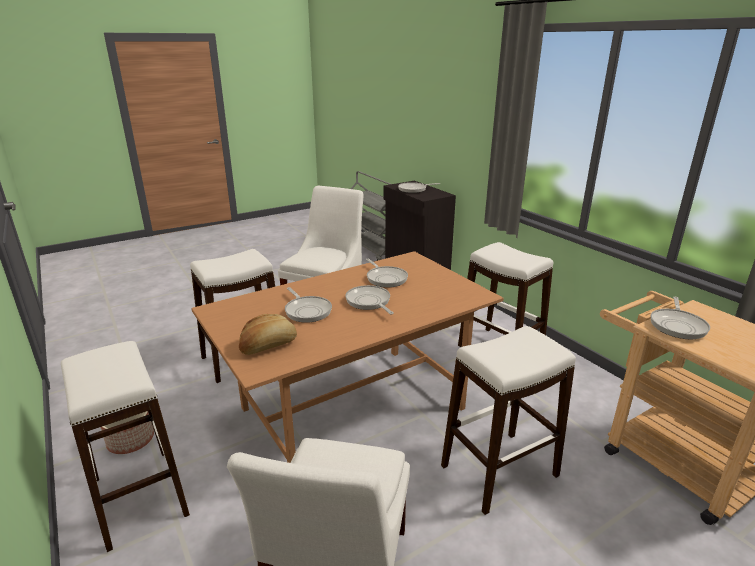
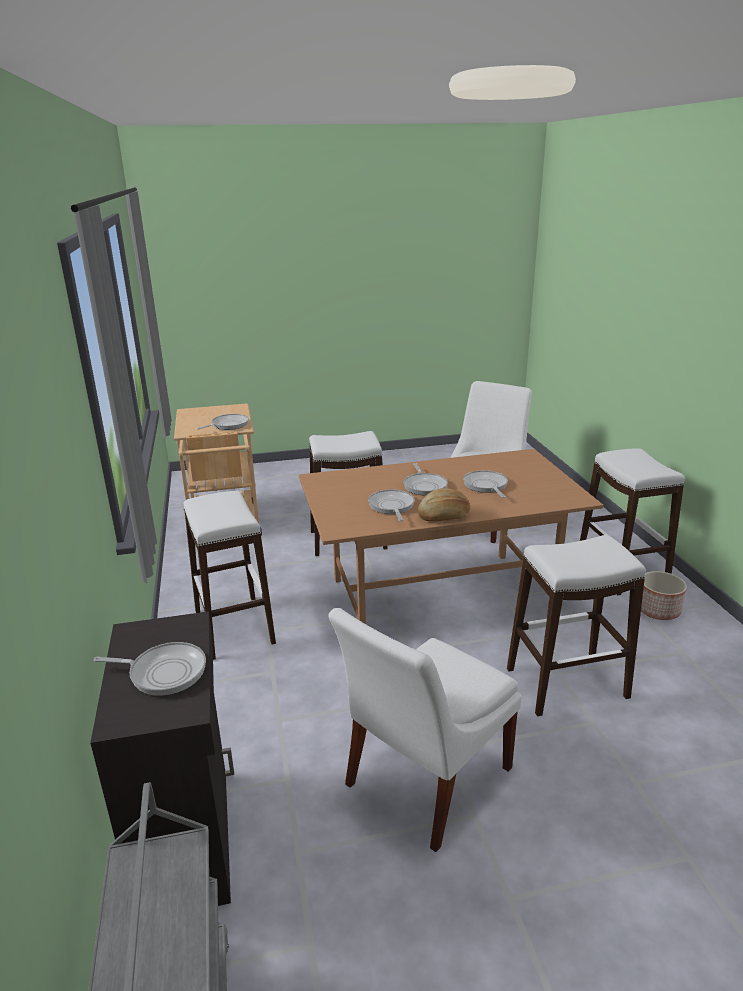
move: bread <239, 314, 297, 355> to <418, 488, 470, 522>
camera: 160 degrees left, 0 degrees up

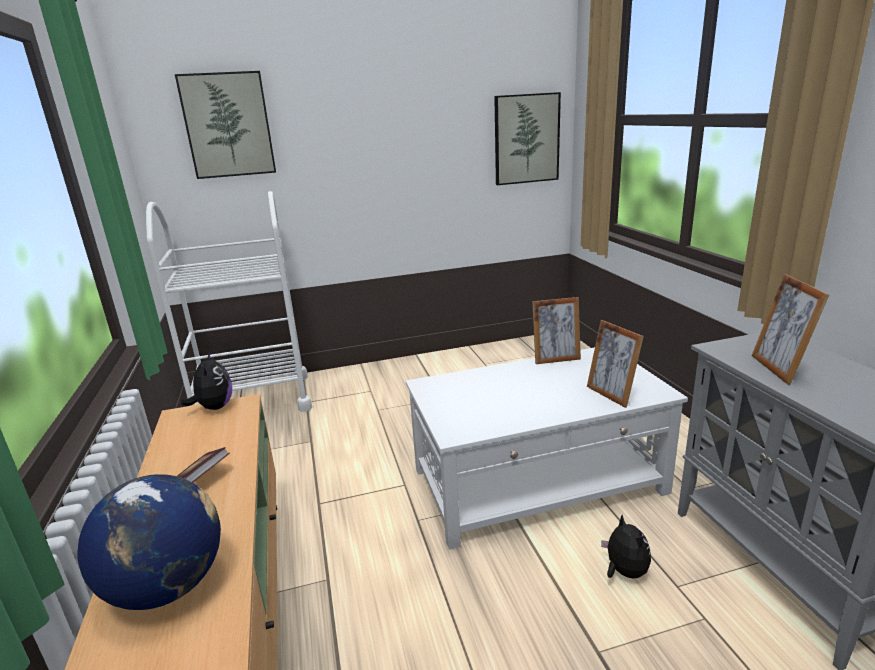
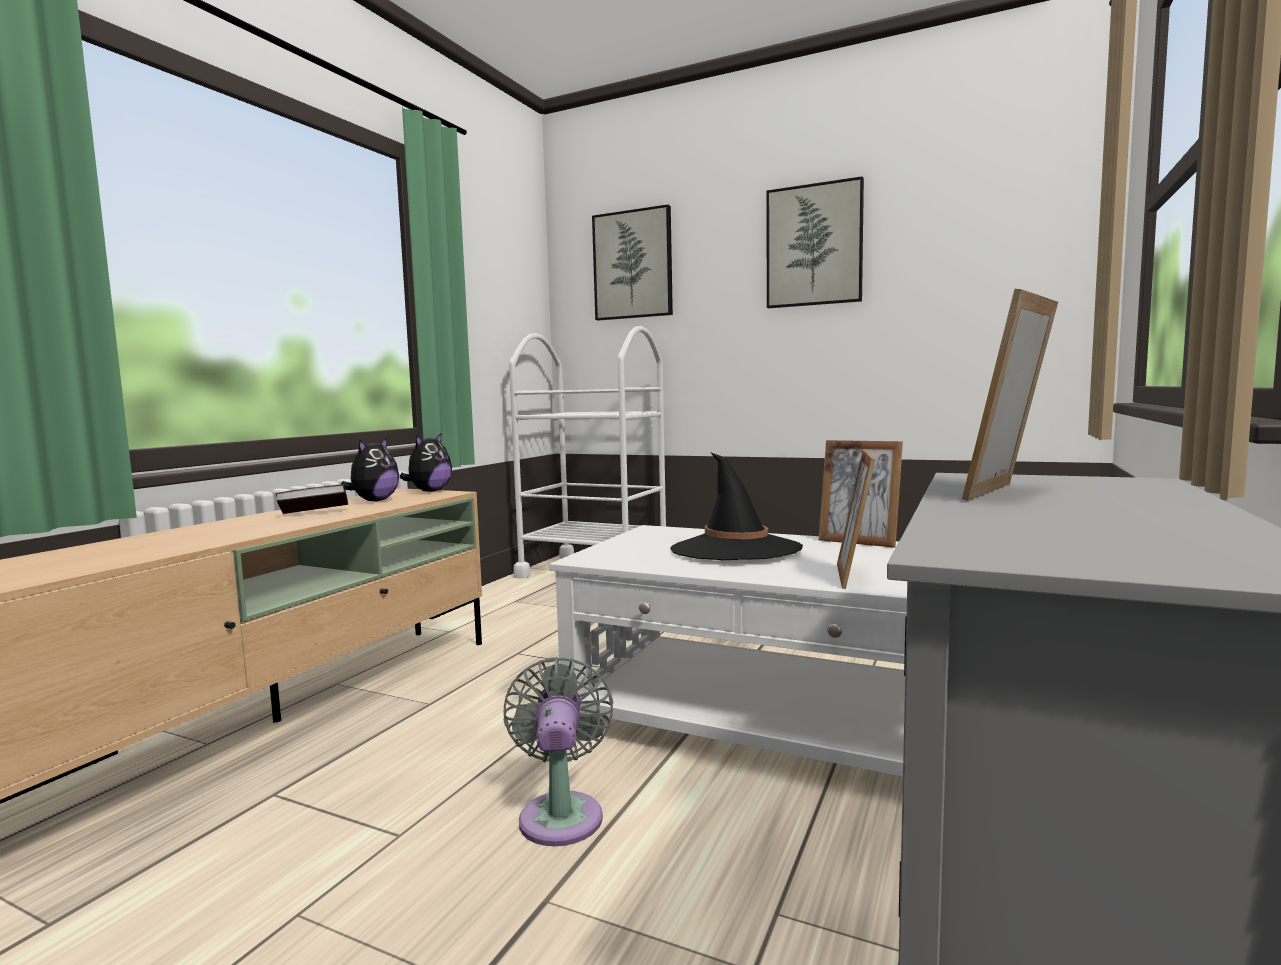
delete: globe <77, 474, 221, 610>
insert: fan (grey) <503, 657, 613, 846>; hat (black) <670, 452, 803, 560>
move: plush toy <601, 515, 651, 579> to <341, 437, 399, 501>; picture <494, 92, 561, 185> to <766, 176, 864, 308>
camera: 40 degrees right, 15 degrees down

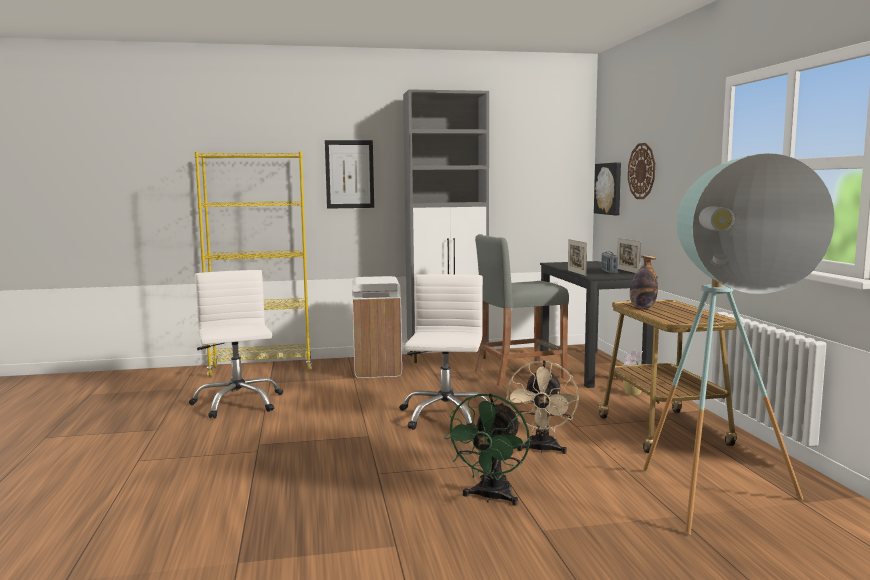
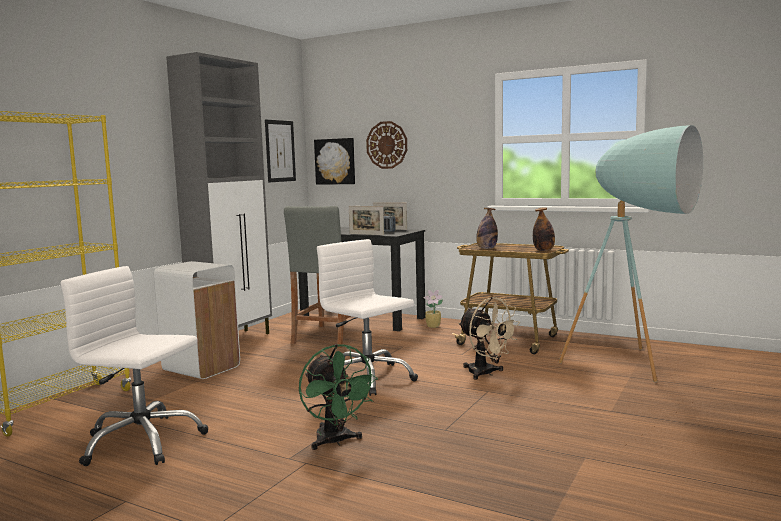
insert: bottle <533, 208, 555, 251>
move: picture <325, 140, 374, 209> to <265, 119, 296, 183>; fan (green) <444, 393, 530, 506> to <299, 344, 378, 450>
camera: 50 degrees left, 0 degrees up

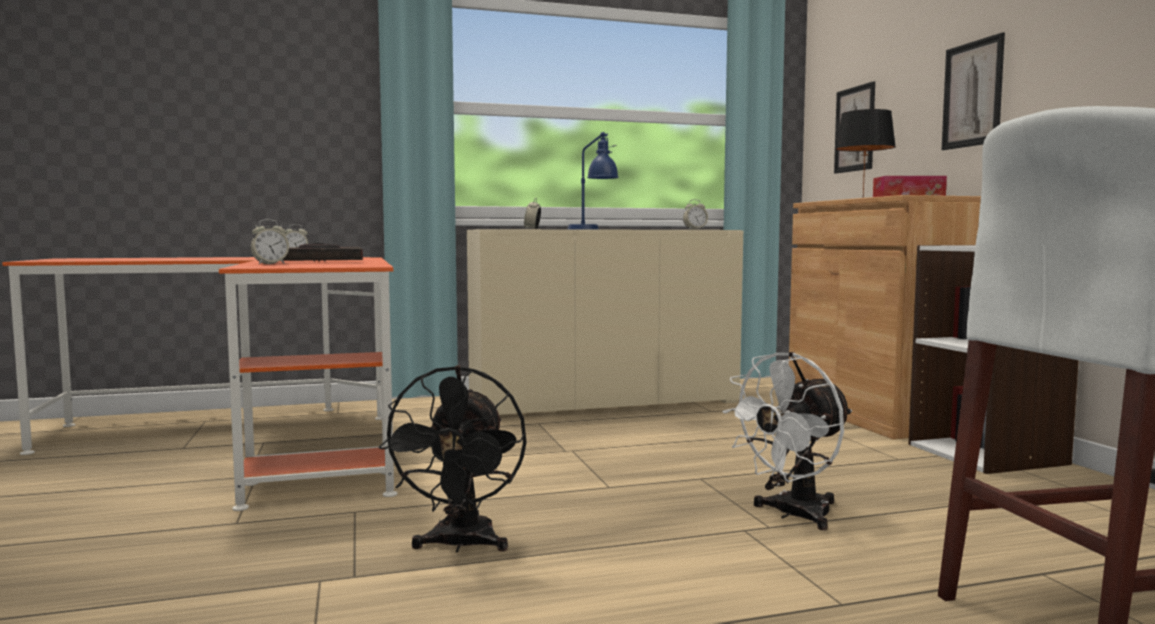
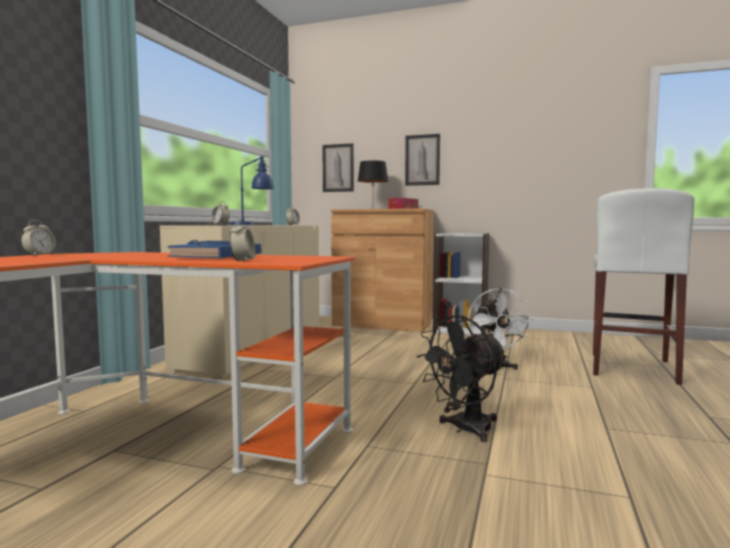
recolor: book (black) <282, 243, 363, 261> to book (blue) <168, 240, 261, 258>
rotate: fan (black) <378, 366, 527, 552> = <416, 315, 507, 442> 105 degrees clockwise
camera: 55 degrees left, 0 degrees up

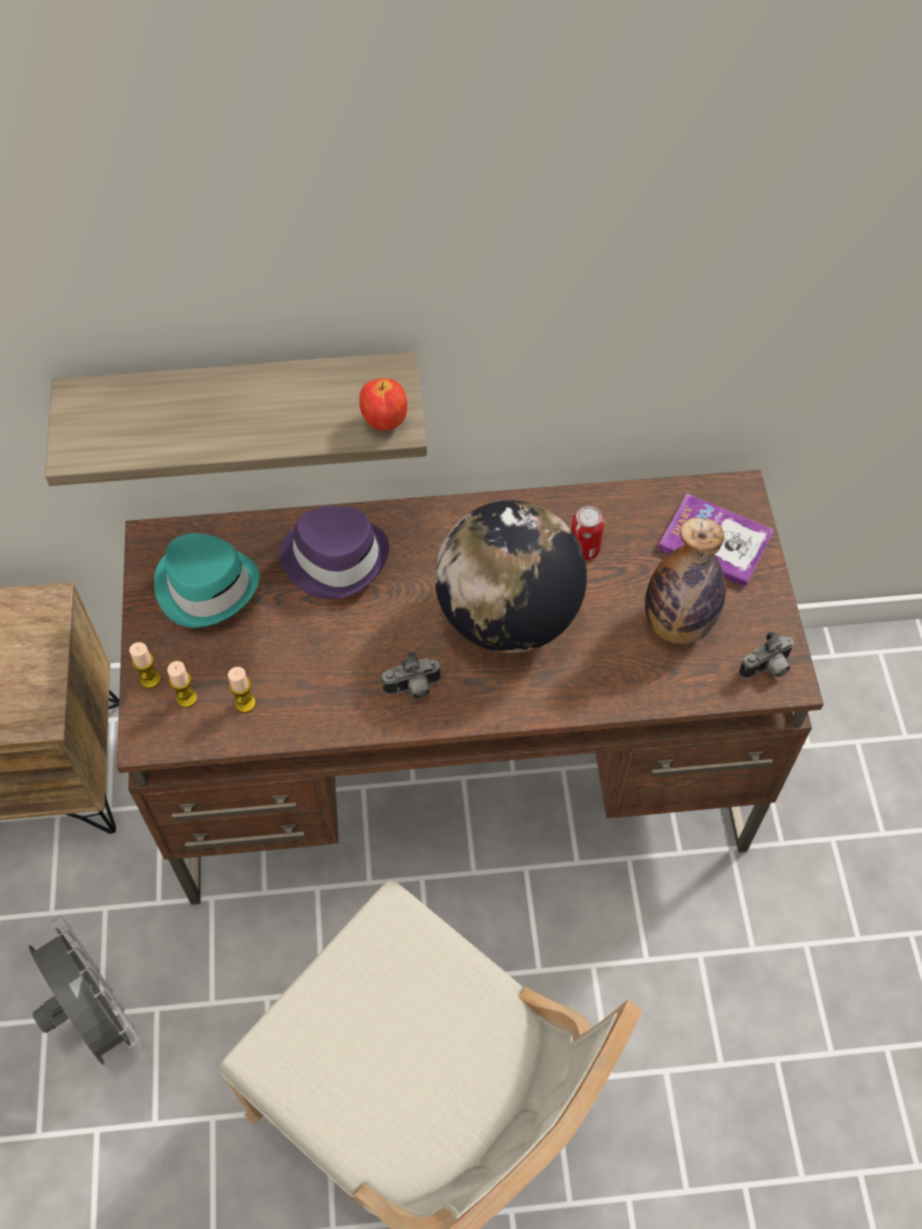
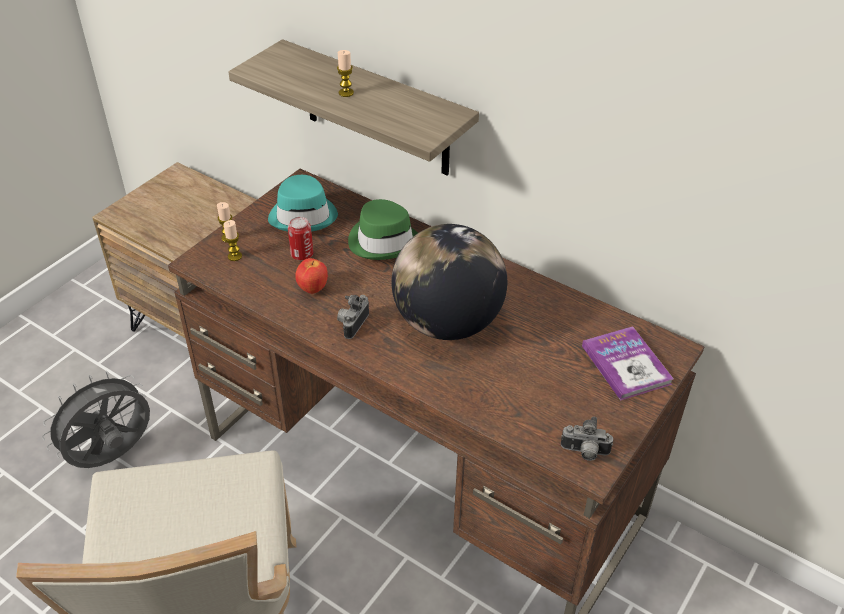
delete: bottle <645, 517, 726, 644>
move: can <571, 506, 604, 560> to <288, 217, 313, 260>; apple <359, 378, 407, 430> to <296, 258, 328, 294>; candle <228, 667, 256, 713> to <337, 50, 354, 97>
recolor: hat (purple) <280, 506, 389, 599> to hat (green) <348, 199, 418, 260>
rotate: fan (grey) <29, 916, 143, 1064> = <42, 371, 150, 468> 135 degrees counterclockwise; photo camera <382, 650, 441, 699> = <337, 295, 369, 339> 90 degrees clockwise
camera: 40 degrees right, 15 degrees down

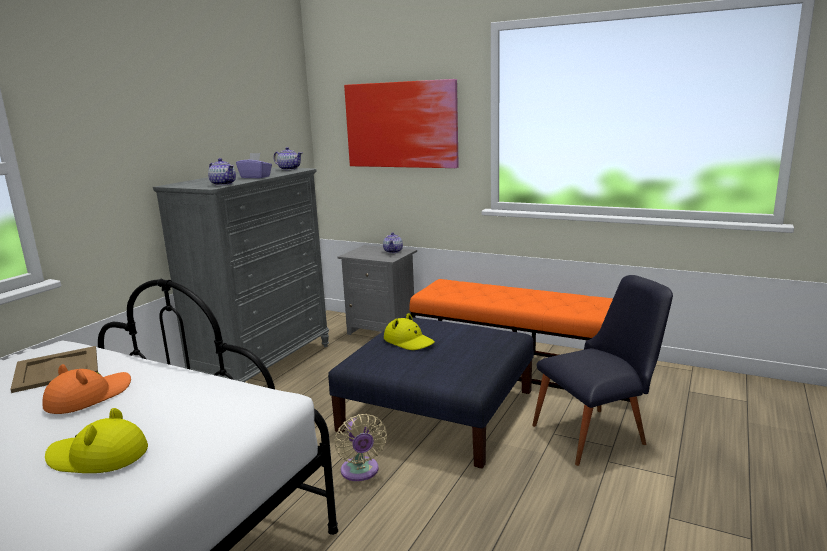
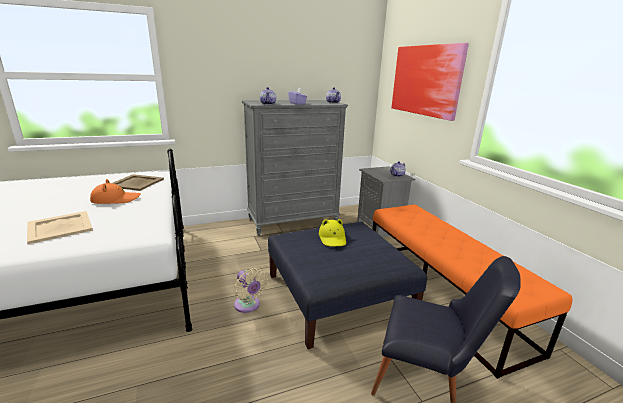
replace: hat (yellow) <45, 408, 148, 473> to tray (beige) <27, 211, 93, 244>
rotate: fan (beige) <334, 414, 387, 481> = <234, 268, 268, 313> 60 degrees counterclockwise
camera: 40 degrees right, 5 degrees up

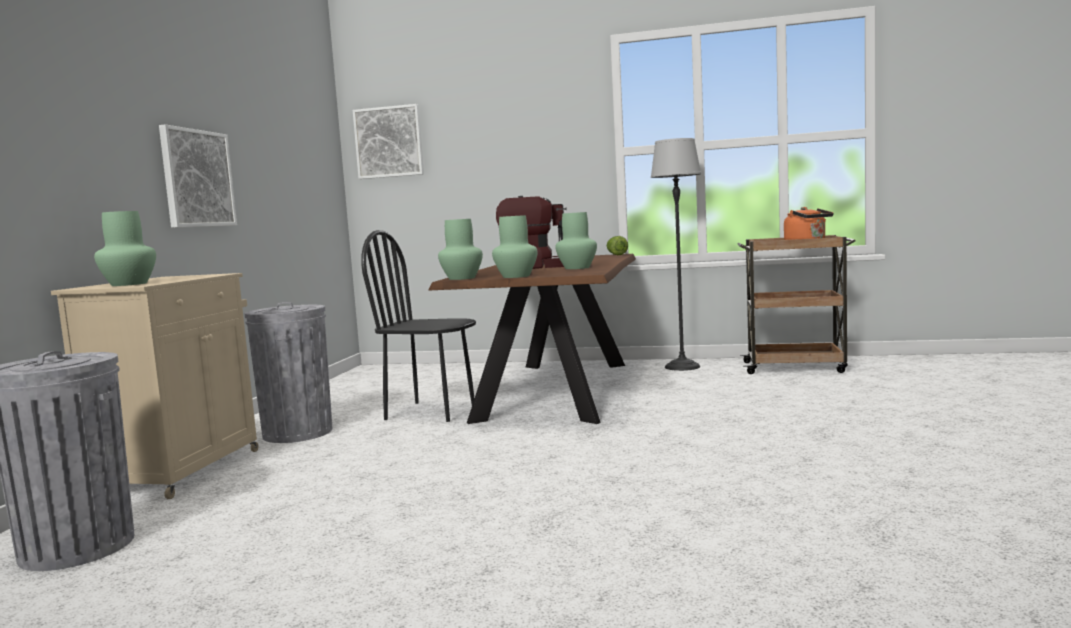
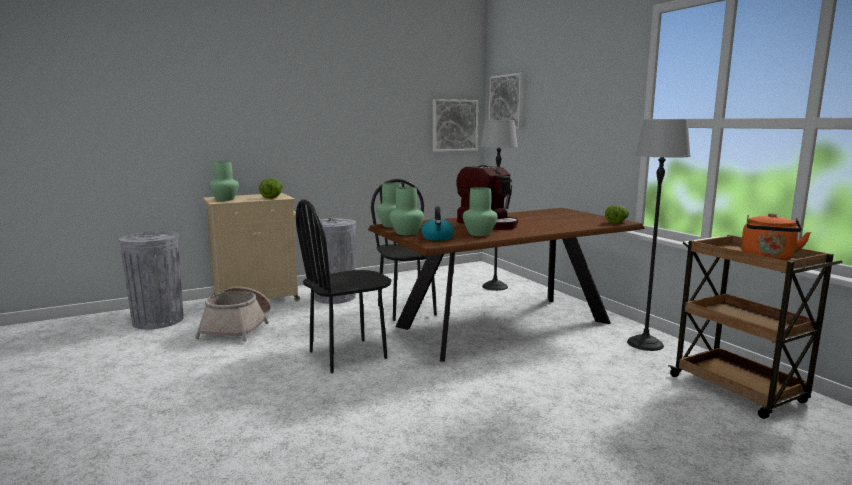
insert: basket <195, 287, 271, 342>; lettuce <259, 178, 283, 199>; chair (black) <296, 199, 391, 373>; kettle <421, 207, 454, 241>; floor lamp <480, 120, 518, 291>
move: picture <159, 124, 237, 228> to <433, 99, 478, 152>
camera: 50 degrees right, 5 degrees up

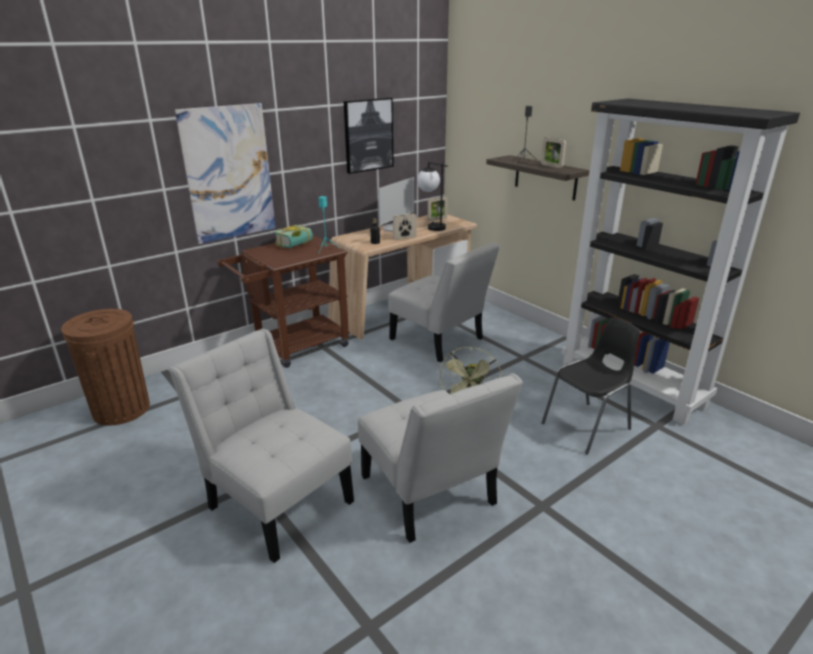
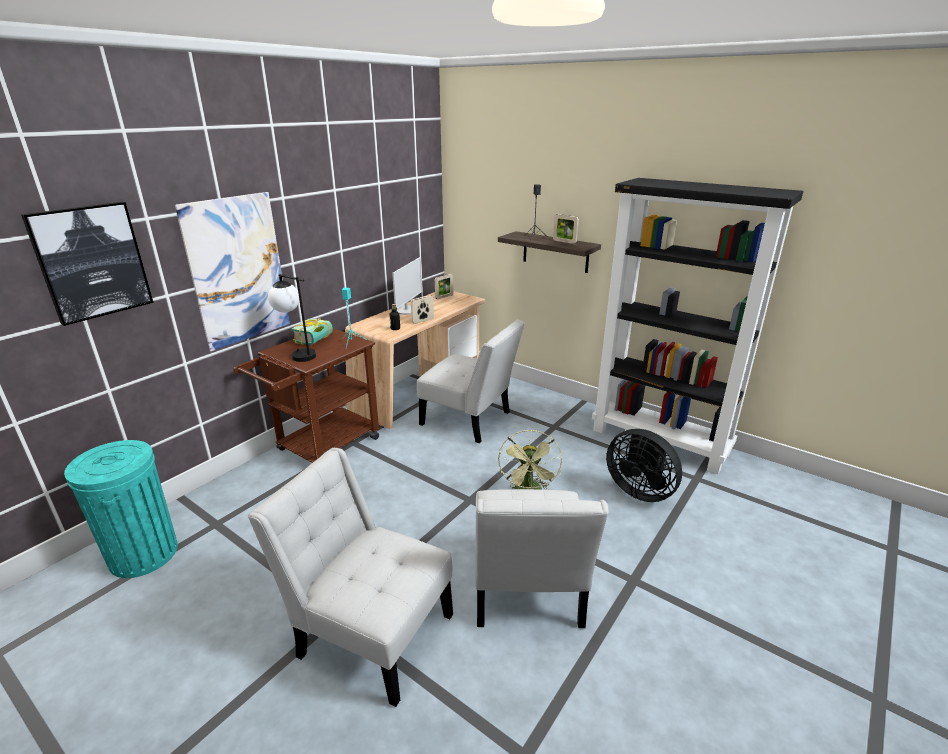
move: picture <344, 98, 394, 174> to <21, 202, 153, 326>; table lamp <417, 161, 448, 231> to <268, 274, 316, 362>
replace: chair (black) <542, 317, 640, 455> to fan (black) <606, 429, 682, 502>
recolor: trash can (brown) <61, 309, 150, 425> to trash can (turquoise) <64, 440, 178, 578>
rotate: chair (white) <358, 373, 523, 543> = <475, 489, 609, 628> 45 degrees clockwise
camera: 15 degrees left, 0 degrees up

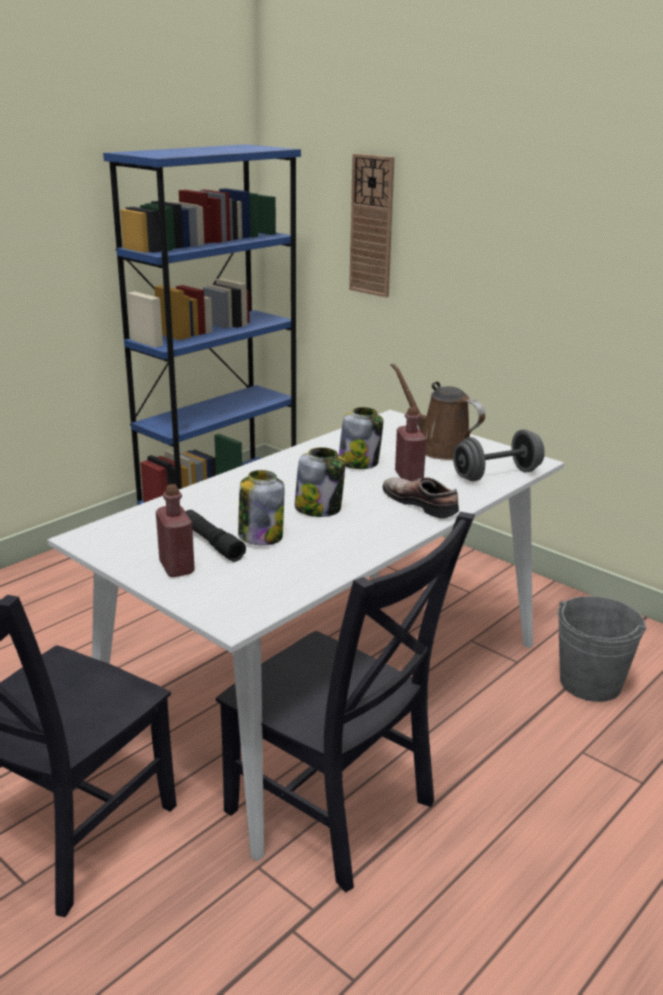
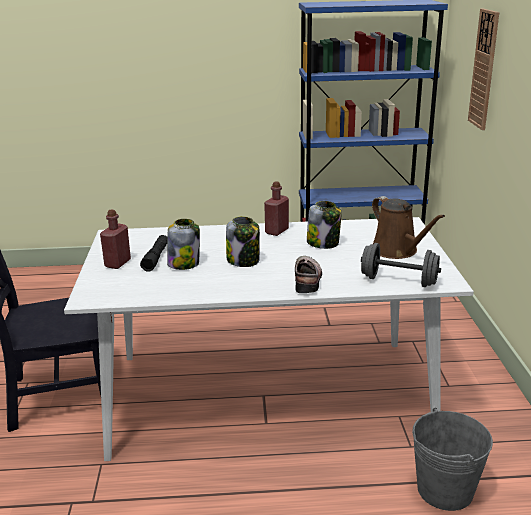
delete: chair (black) <216, 512, 475, 892>
move: bottle (red) <395, 407, 427, 481> to <264, 181, 289, 236>
rotate: watering can (brown) <390, 363, 485, 460> = <372, 196, 445, 259> 150 degrees clockwise
camera: 45 degrees right, 0 degrees up

